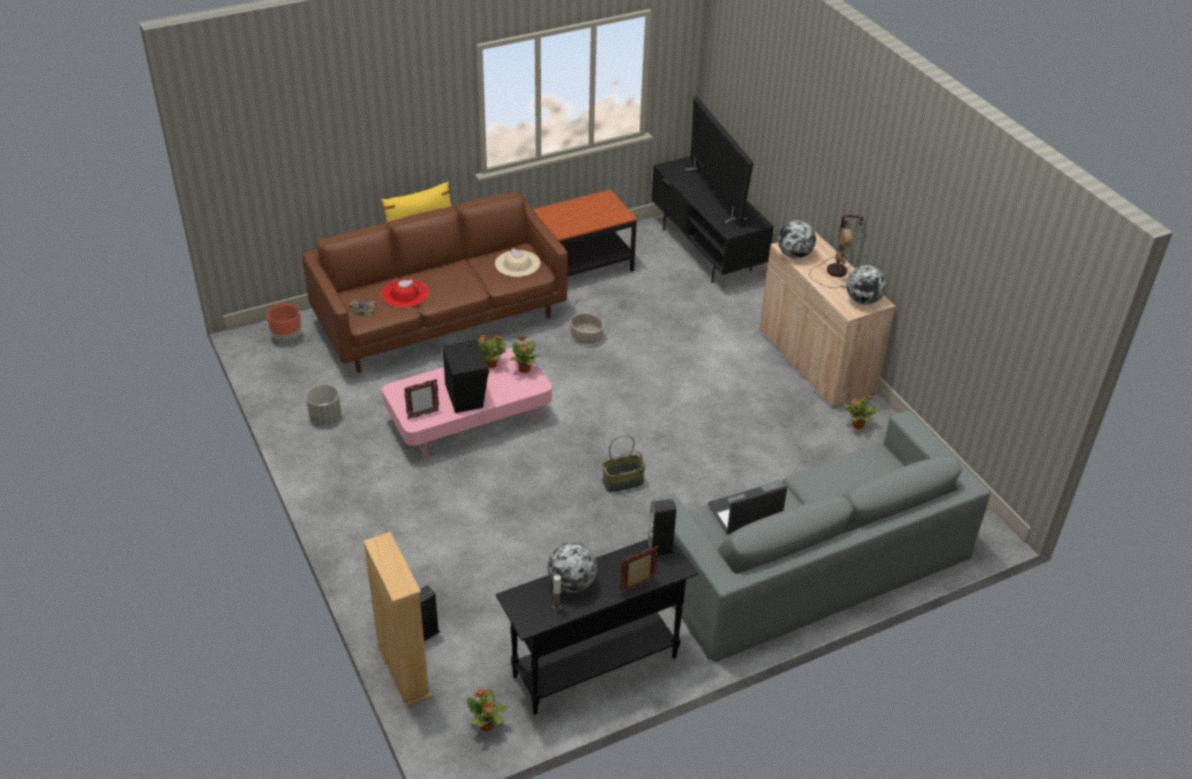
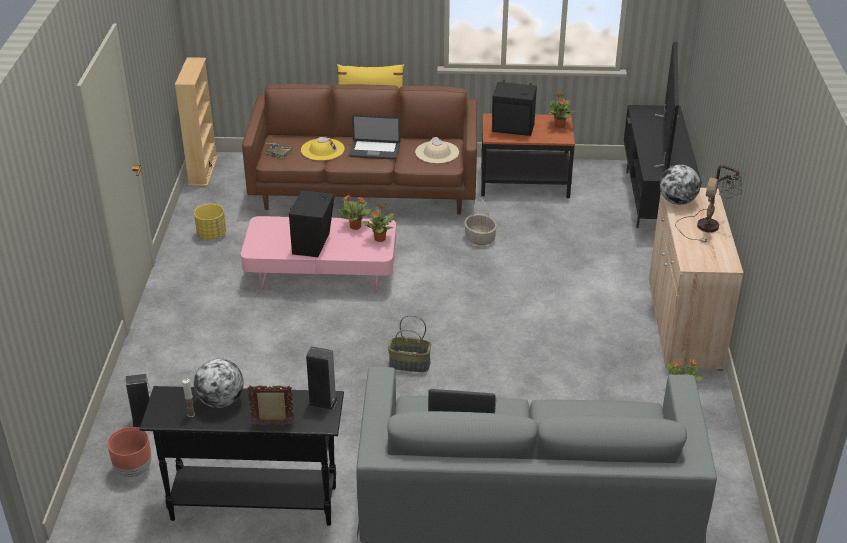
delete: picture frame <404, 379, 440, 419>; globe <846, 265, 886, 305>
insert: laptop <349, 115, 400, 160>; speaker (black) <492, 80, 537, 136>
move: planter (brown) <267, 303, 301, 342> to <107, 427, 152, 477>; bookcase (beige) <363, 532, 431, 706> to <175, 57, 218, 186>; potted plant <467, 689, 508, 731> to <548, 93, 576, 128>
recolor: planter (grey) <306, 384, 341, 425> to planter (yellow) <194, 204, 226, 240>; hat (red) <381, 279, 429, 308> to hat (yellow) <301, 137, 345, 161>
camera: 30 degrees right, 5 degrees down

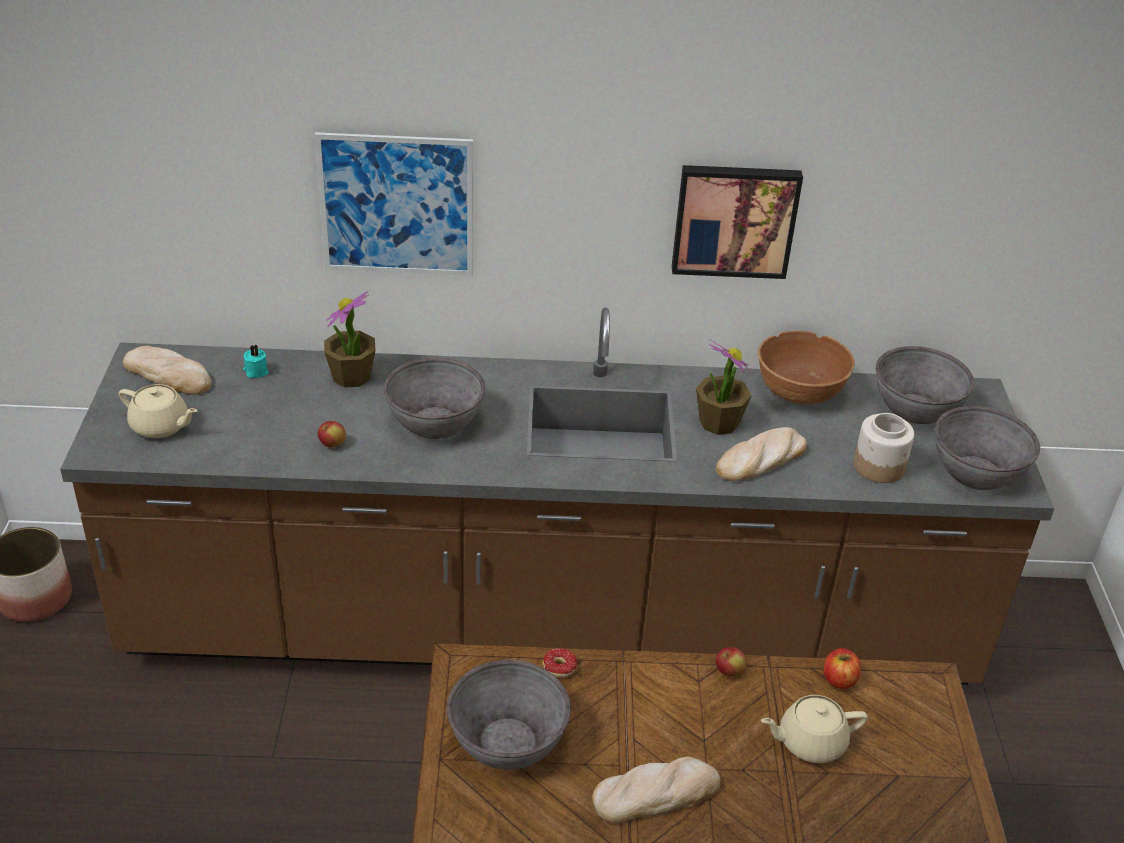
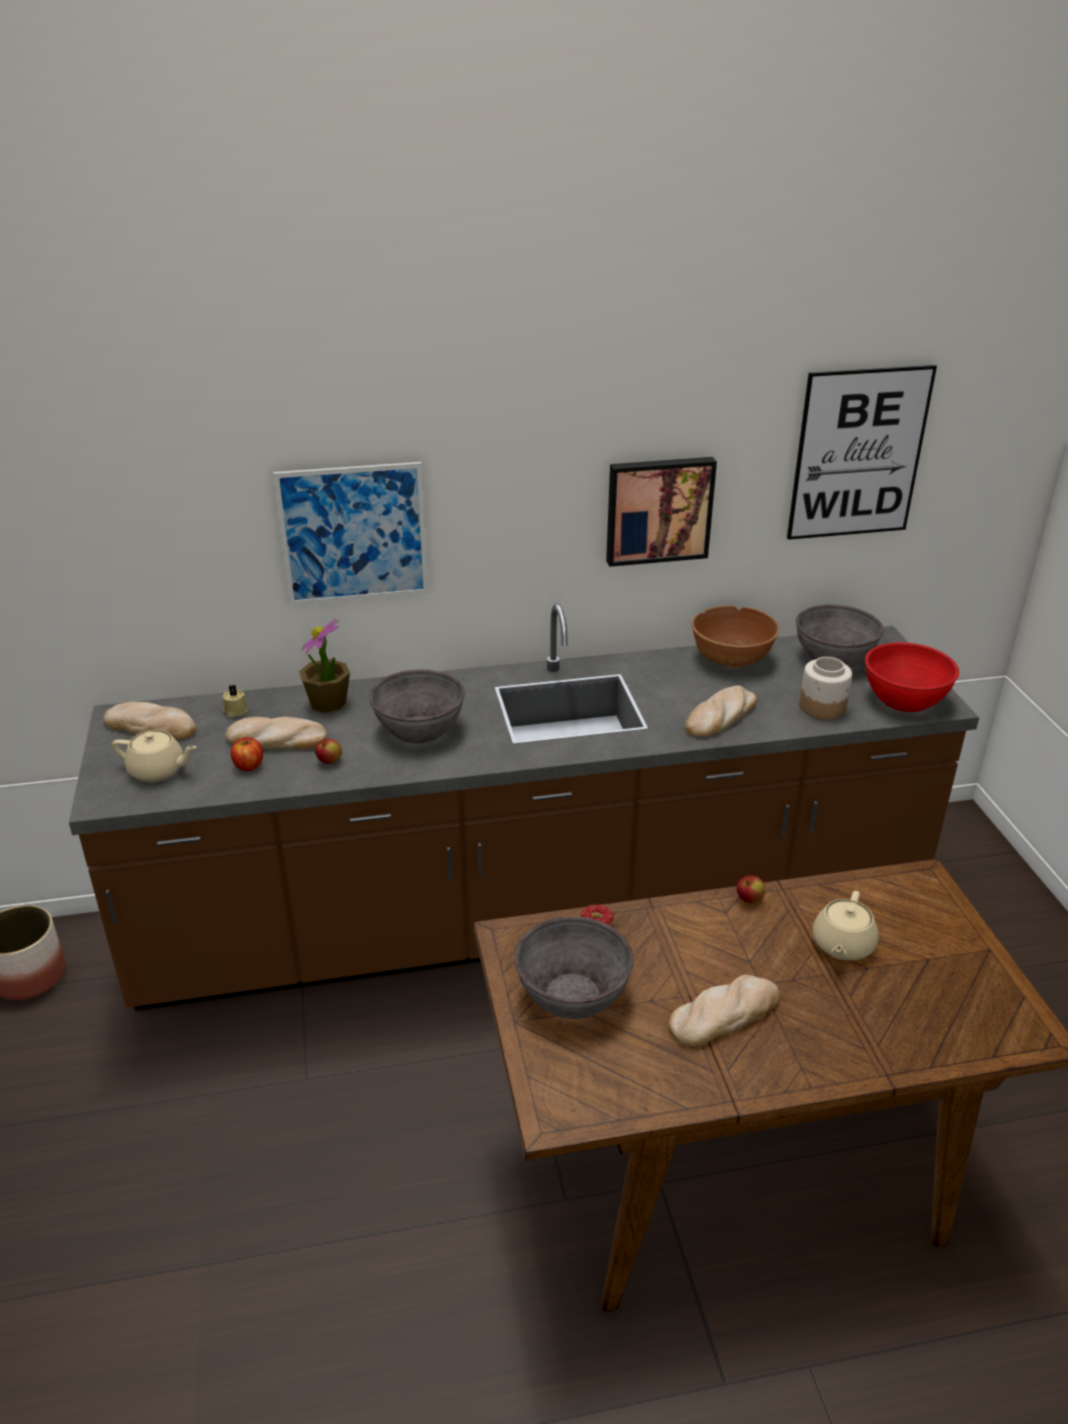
delete: potted plant <696, 339, 753, 435>
insert: bread <225, 717, 327, 750>; picture <787, 365, 937, 540>
move: apple <824, 648, 861, 689> to <231, 737, 263, 771>
recolor: candle (turquoise) <243, 345, 269, 378> to candle (beige) <222, 685, 248, 717>; bowl (grey) <935, 406, 1040, 490> to bowl (red) <865, 642, 959, 712>
rotate: teapot (beige) <761, 695, 868, 763> = <812, 891, 879, 960> 45 degrees counterclockwise
camera: 10 degrees left, 5 degrees down

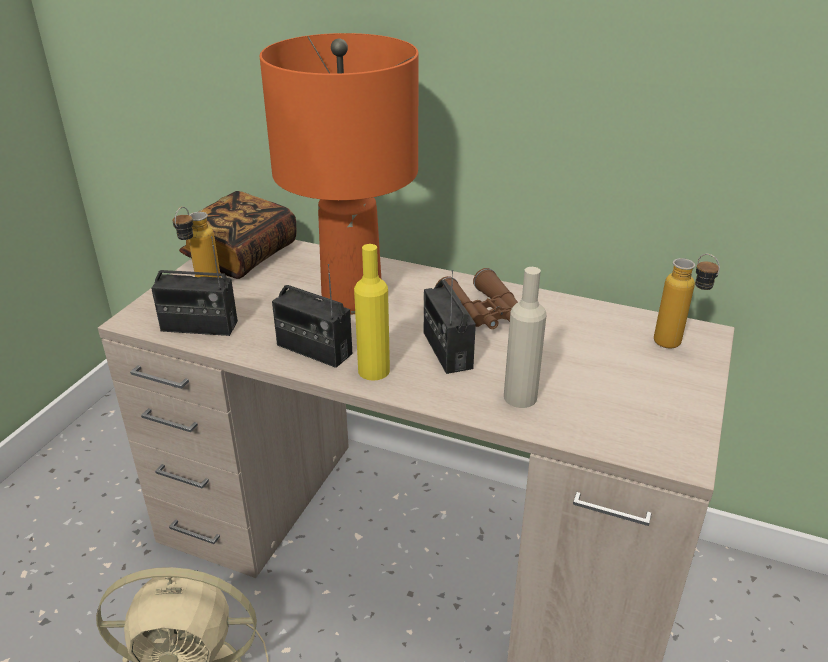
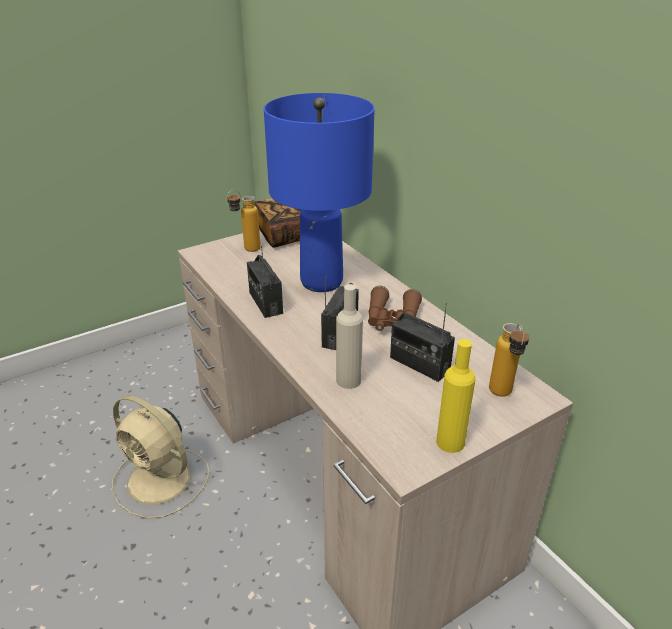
move: radio <151, 236, 238, 336> to <390, 303, 455, 382>; bottle (yellow) <354, 244, 390, 381> to <436, 339, 476, 453>
recolor: table lamp (orange) <260, 33, 419, 315> to table lamp (blue) <264, 93, 375, 292>
camera: 35 degrees right, 0 degrees up

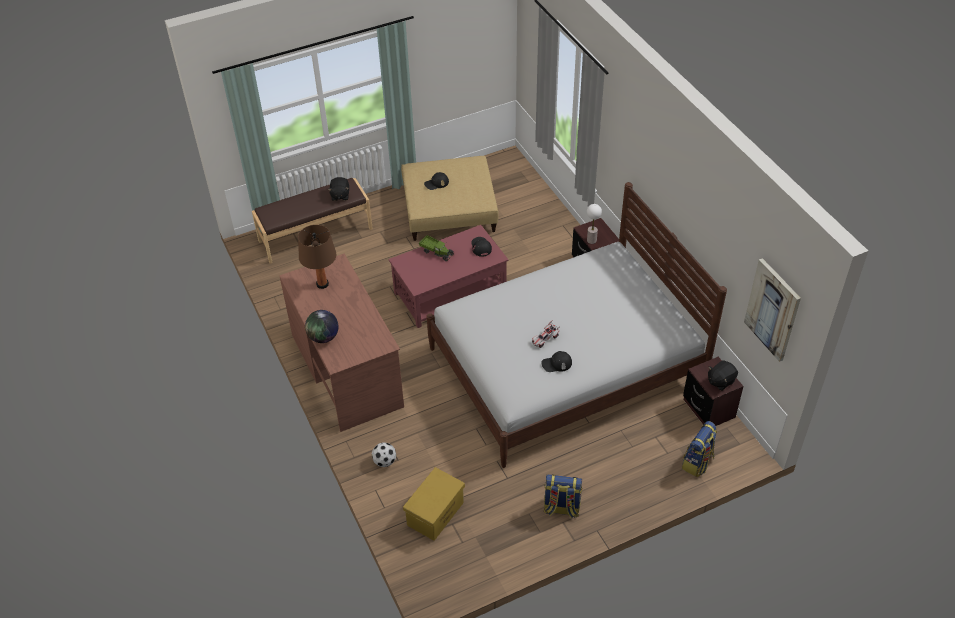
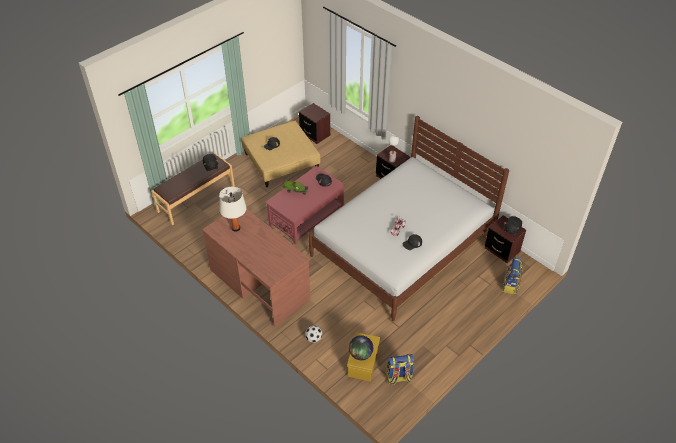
delete: picture <744, 258, 801, 362>
insert: nightstand (brown) <299, 103, 330, 144>
move: globe <305, 310, 339, 343> to <349, 335, 373, 360>; backpack <544, 474, 583, 518> to <386, 354, 414, 385>
recolor: table lamp (brown) <298, 225, 337, 289> to table lamp (white) <219, 187, 247, 232>
camera: 20 degrees left, 0 degrees up

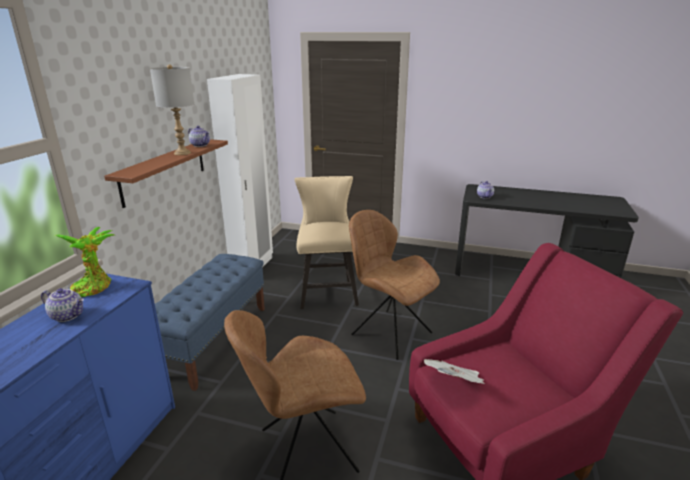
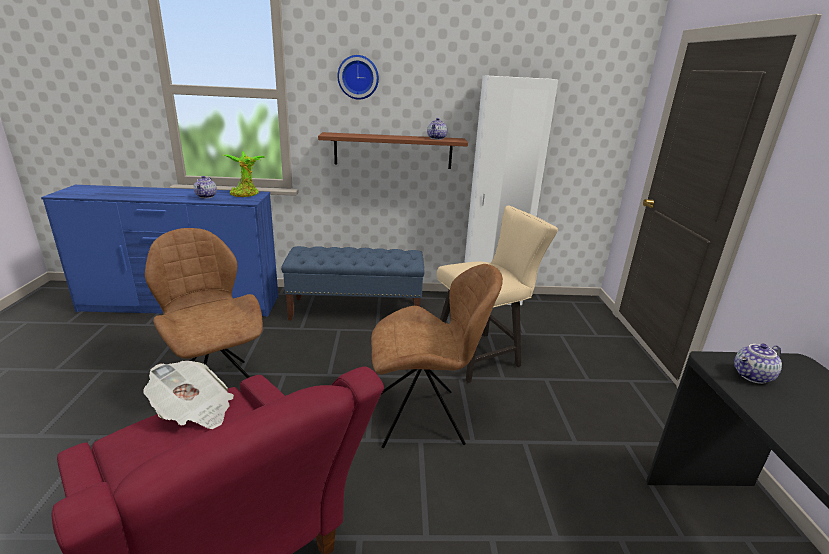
delete: table lamp (grey) <150, 64, 194, 155>
insert: wall clock <337, 55, 379, 100>
rotate: chair (brown) <349, 210, 440, 360> = <371, 264, 503, 448> 60 degrees clockwise
camera: 70 degrees right, 0 degrees up

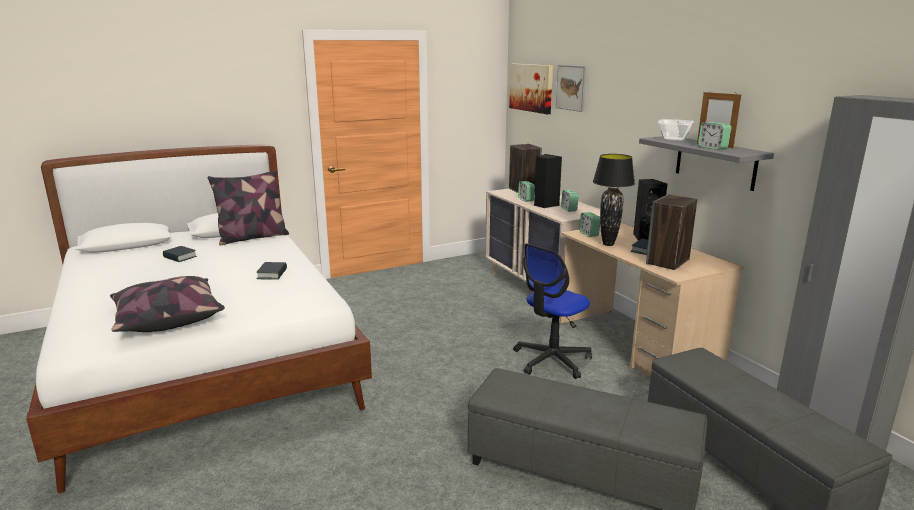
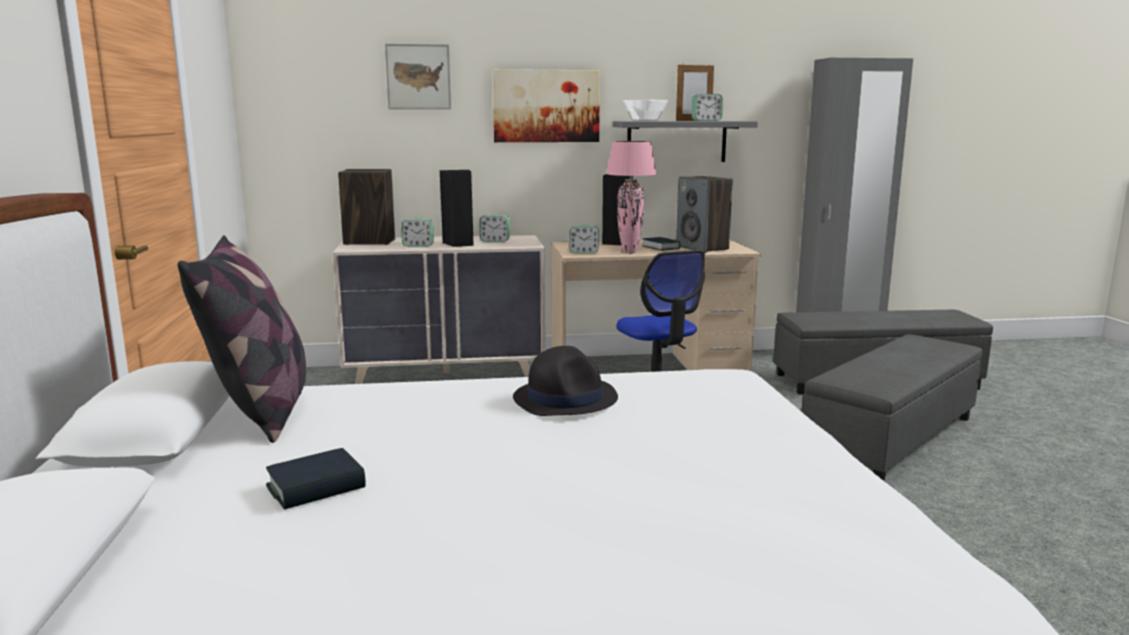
delete: pillow <110, 276, 225, 332>
move: picture <509, 64, 553, 114> to <492, 69, 600, 142>
replace: book <256, 262, 287, 280> to hat (black) <513, 346, 618, 416>
recolor: table lamp (black) <593, 154, 635, 246> to table lamp (pink) <606, 141, 656, 254>
camera: 70 degrees left, 5 degrees down

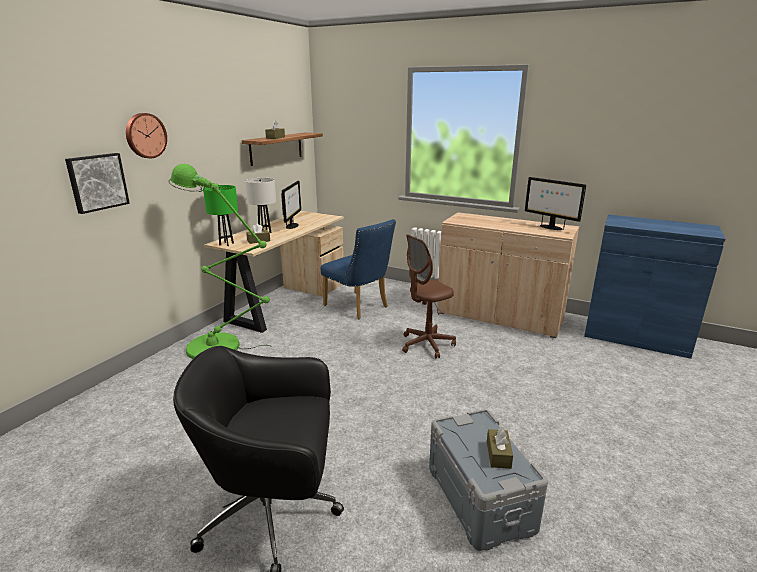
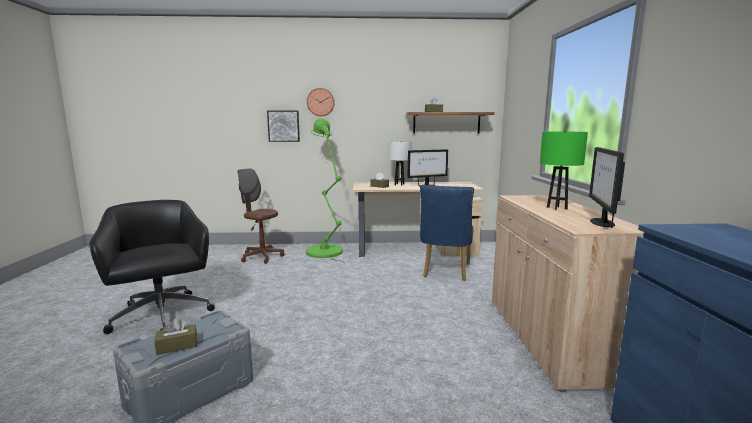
move: office chair (brown) <402, 234, 456, 358> to <238, 168, 284, 264>; table lamp (green) <203, 185, 238, 246> to <540, 131, 588, 210>
camera: 60 degrees right, 10 degrees down

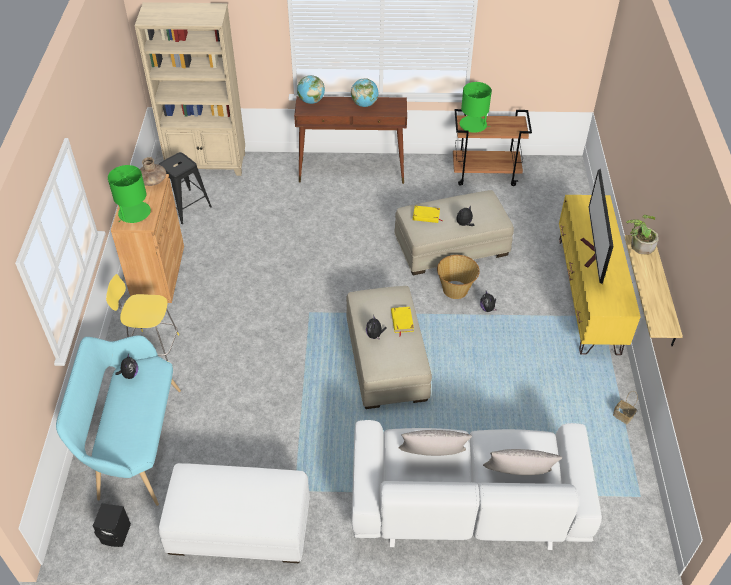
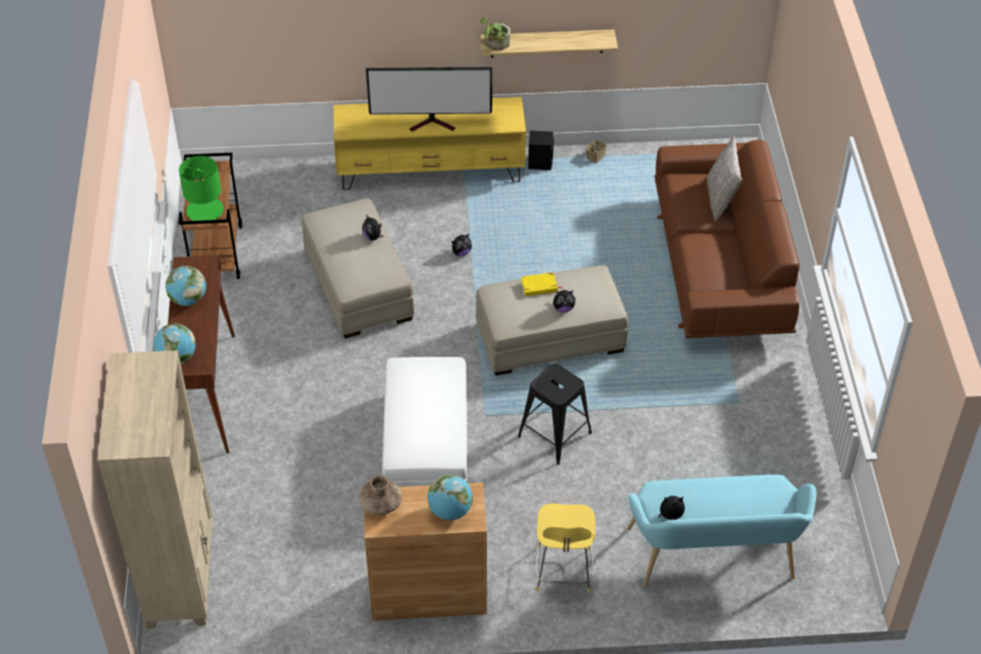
delete: pillow (grey) <398, 430, 472, 456>; book (yellow) <413, 206, 443, 223>; basket <437, 255, 480, 299>
move: ottoman (white) <158, 463, 310, 563> to <382, 357, 467, 487>; stool (black) <159, 152, 212, 224> to <518, 364, 592, 465>; speaker (black) <93, 503, 131, 547> to <528, 131, 554, 170>
replace: table lamp (green) <108, 165, 151, 223> to globe <427, 475, 473, 520>
recolor: sofa (white) <352, 420, 602, 550> to sofa (brown) <655, 140, 800, 338>
camera: 95 degrees left, 0 degrees up

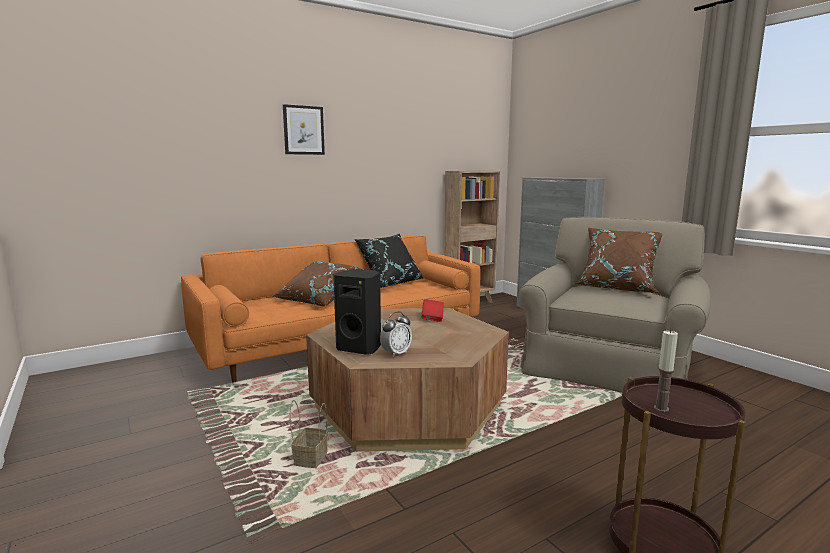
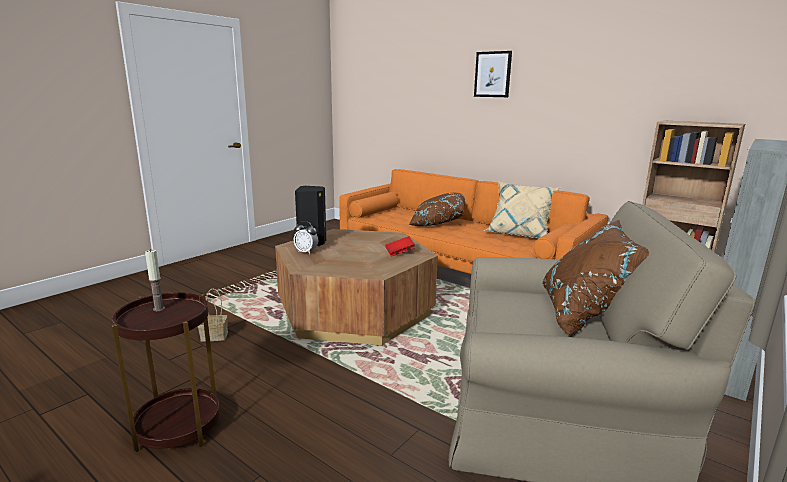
move: basket <290, 400, 328, 468> to <198, 289, 228, 342>
recolor: pillow (black) <354, 234, 423, 288> to pillow (beige) <484, 181, 561, 239>
camera: 70 degrees right, 5 degrees up

